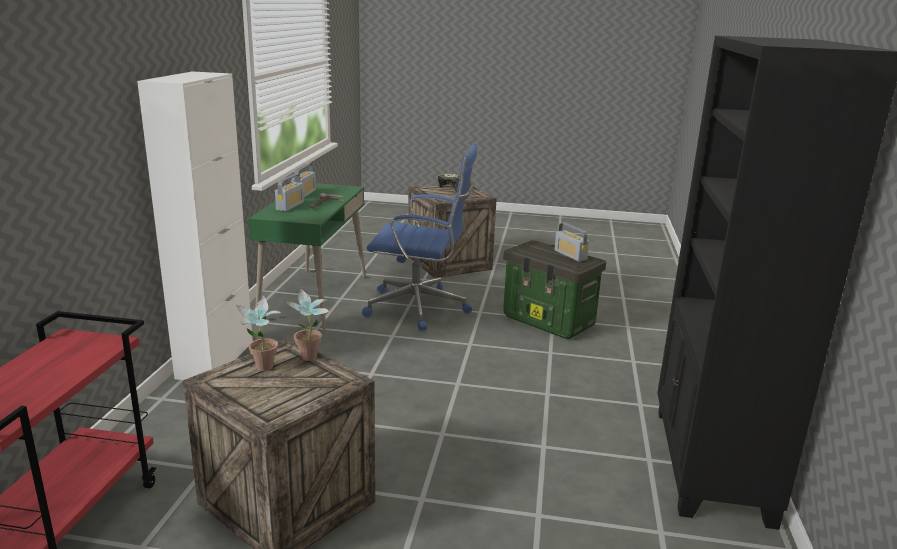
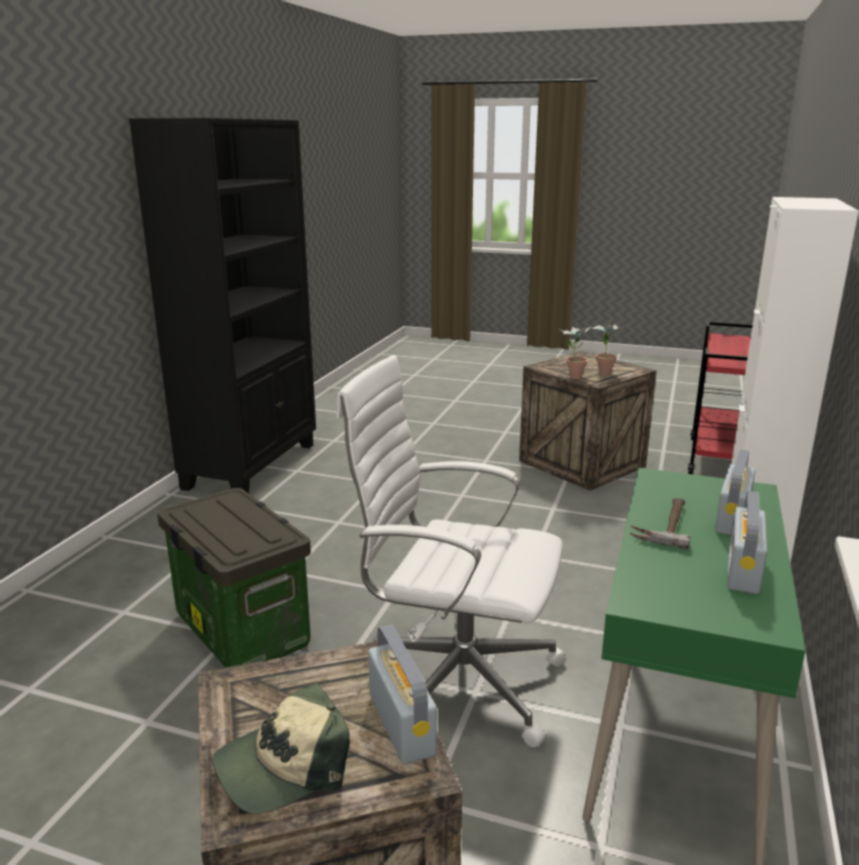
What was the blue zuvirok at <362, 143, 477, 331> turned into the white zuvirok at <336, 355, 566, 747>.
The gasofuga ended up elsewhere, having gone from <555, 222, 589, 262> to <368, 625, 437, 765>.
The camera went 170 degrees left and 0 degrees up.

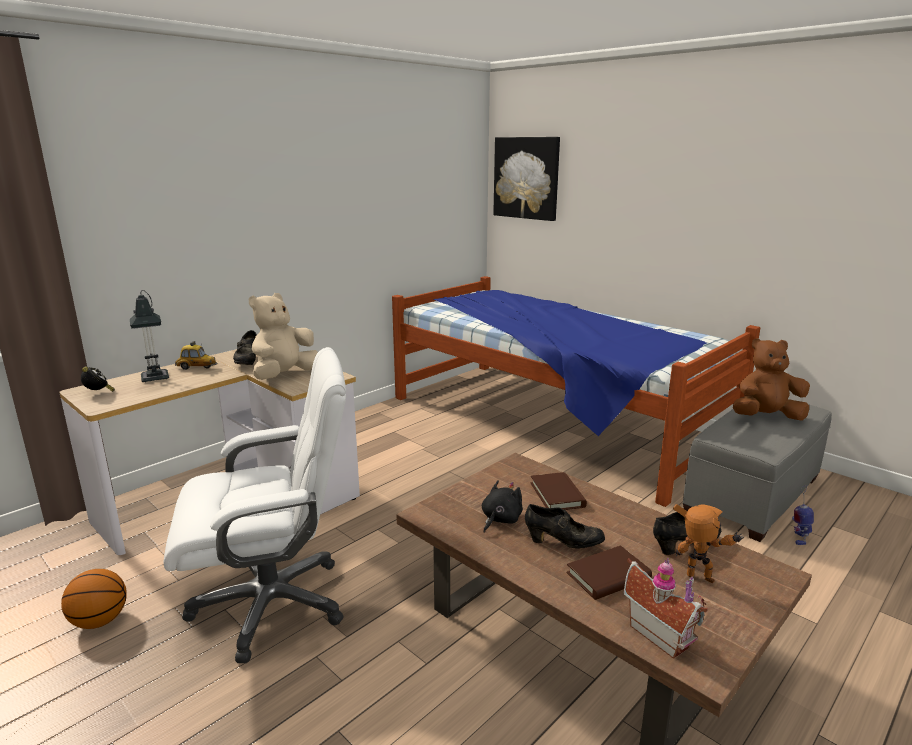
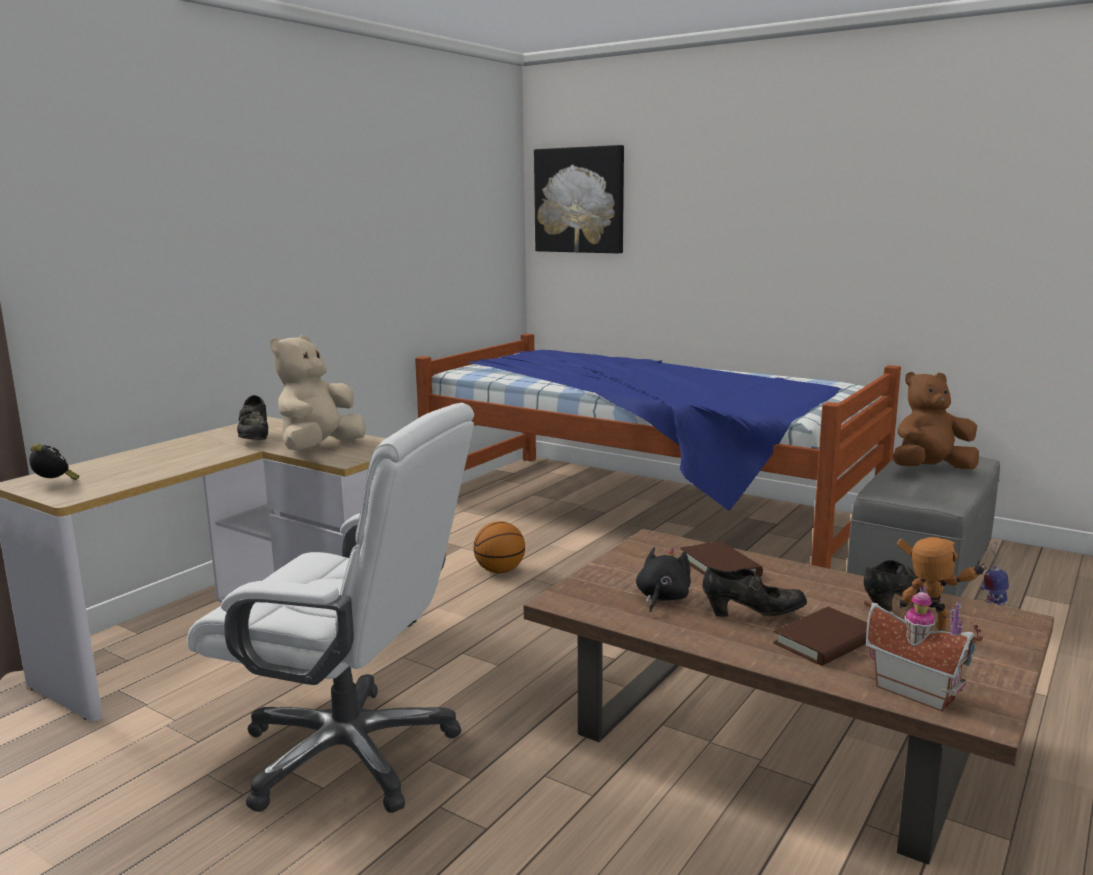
The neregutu ended up elsewhere, having gone from <61, 569, 127, 629> to <474, 521, 525, 573>.
The second view lost the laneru at <130, 290, 169, 382>.
The white zuvirok at <163, 347, 346, 663> ended up facing another way, 45 degrees clockwise from before.
The second view lost the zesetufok at <175, 341, 217, 370>.
The camera went 10 degrees left and 5 degrees down.

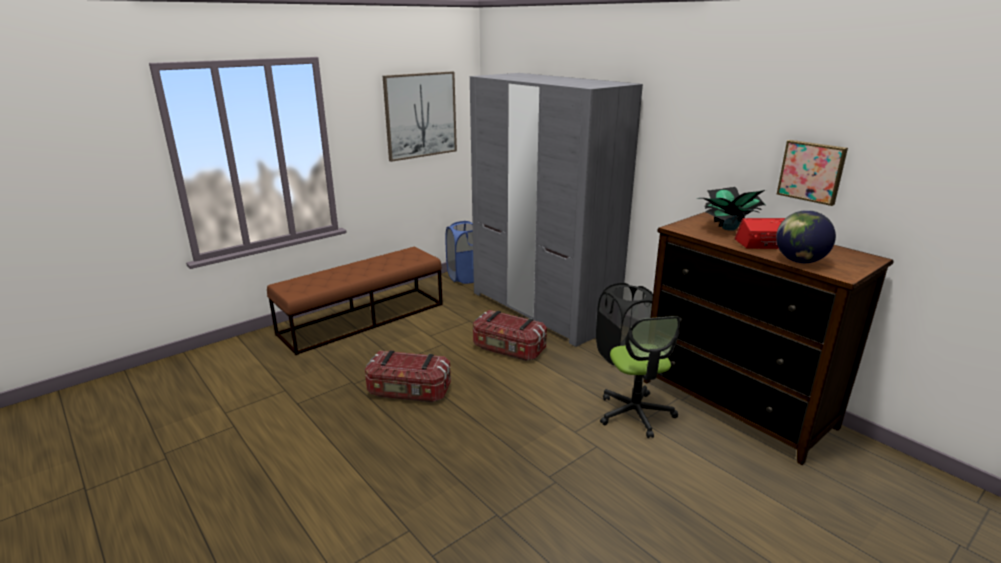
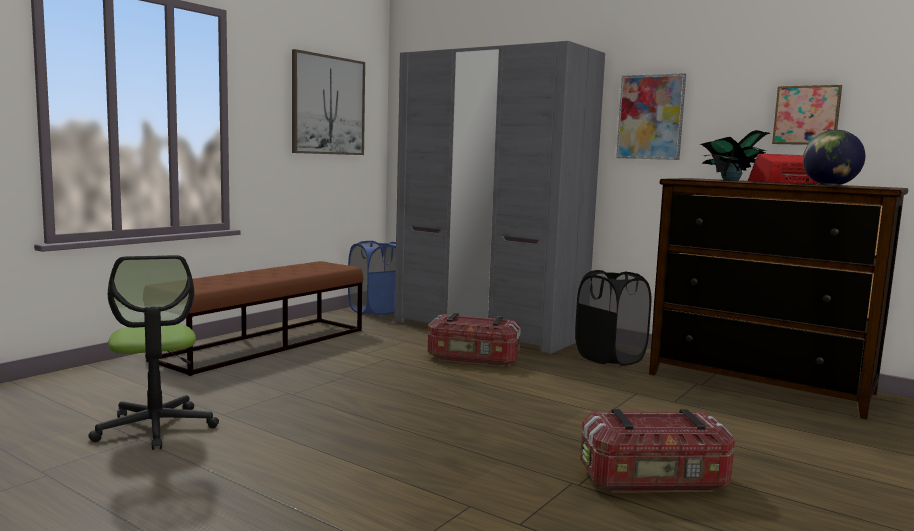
The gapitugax ended up elsewhere, having gone from <365, 350, 451, 402> to <580, 409, 735, 493>.
The zuvirok ended up elsewhere, having gone from <600, 316, 680, 438> to <88, 255, 219, 450>.
The second view gained the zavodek at <616, 73, 686, 160>.
The camera went 15 degrees left and 15 degrees down.

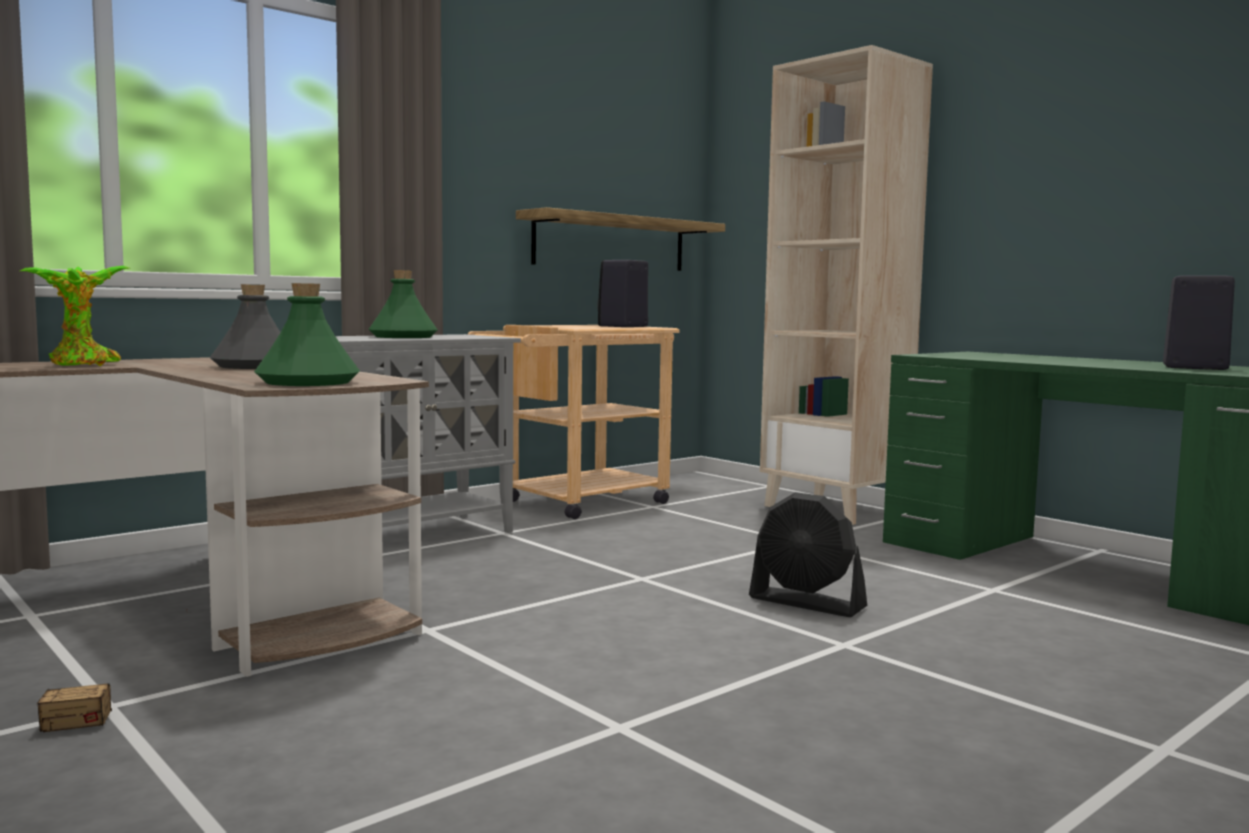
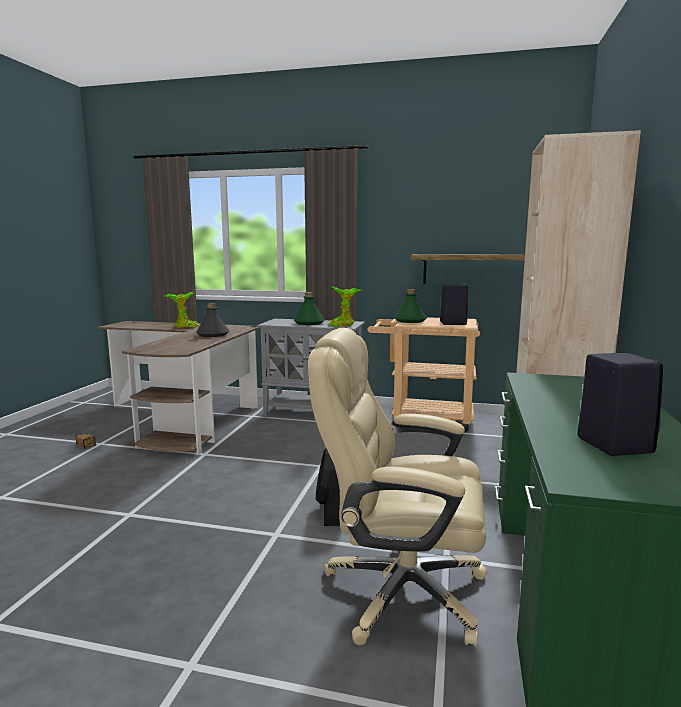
The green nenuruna ended up elsewhere, having gone from <254, 283, 360, 386> to <394, 289, 427, 323>.
The second view gained the beige zuvirok at <308, 328, 487, 646>.
The second view gained the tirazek at <329, 286, 363, 327>.
The camera went 55 degrees right and 5 degrees up.

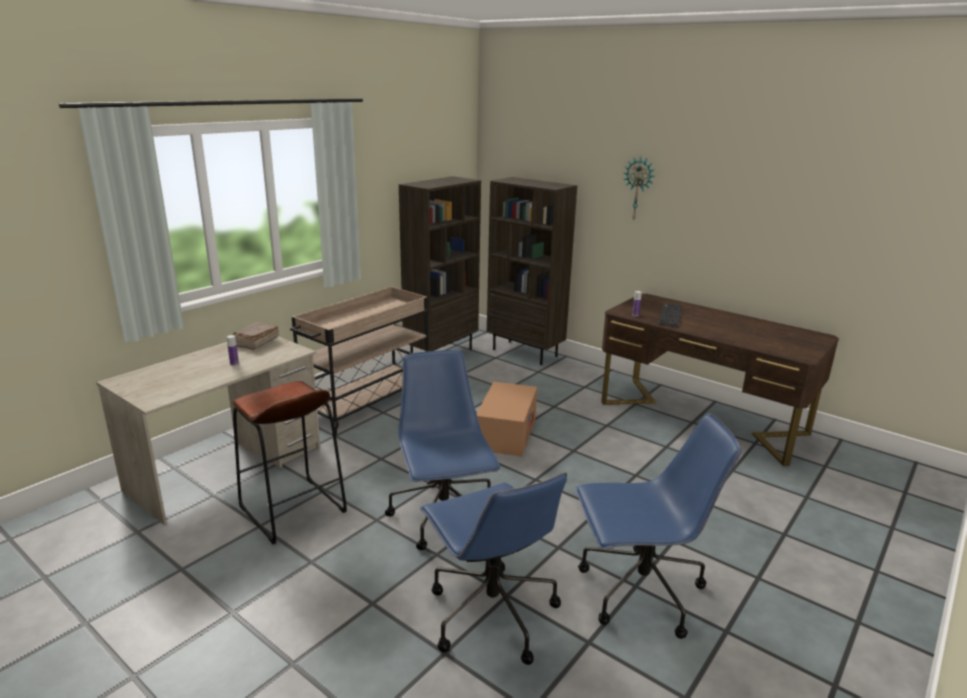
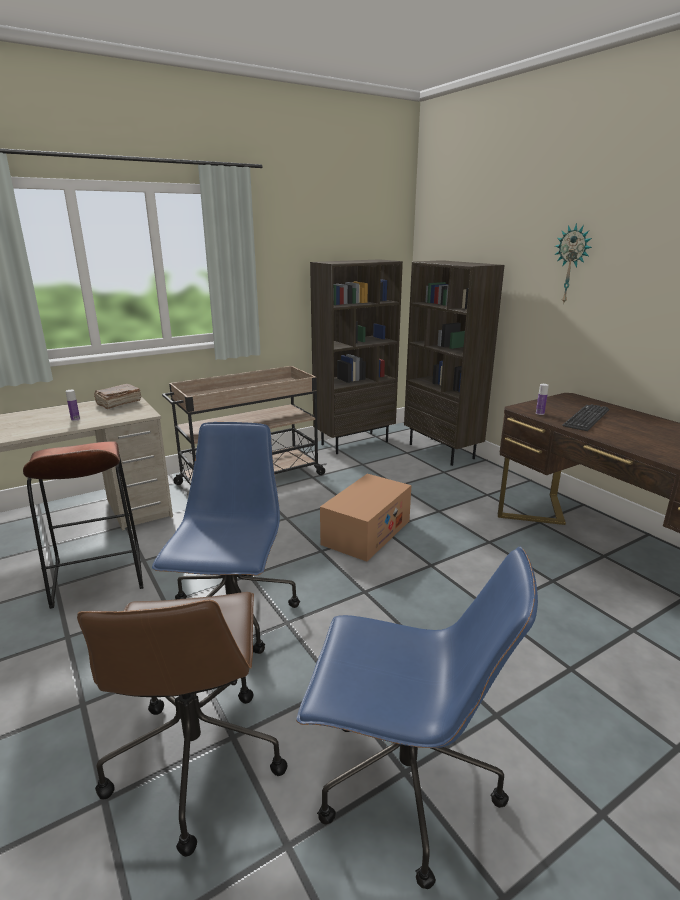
What was the blue zuvirok at <420, 472, 567, 665> turned into the brown zuvirok at <77, 592, 287, 857>.
The camera went 20 degrees right and 0 degrees up.

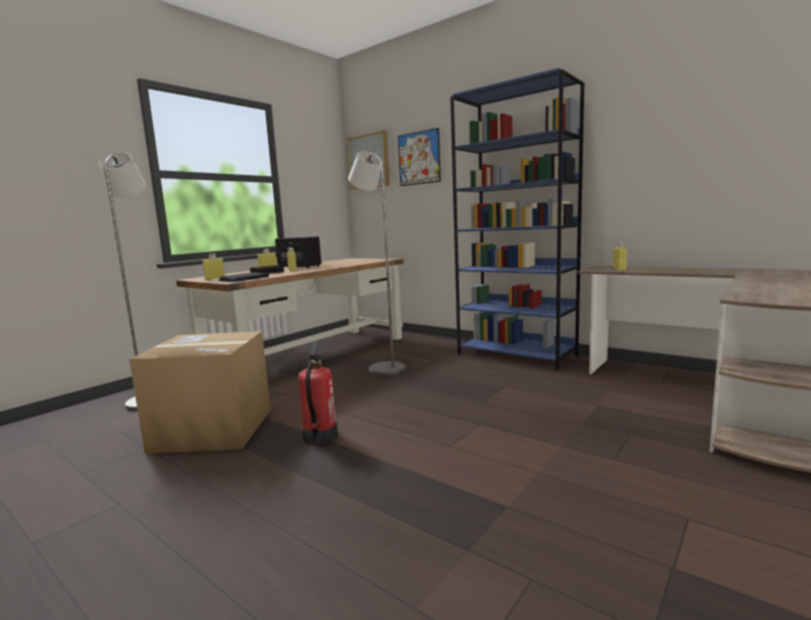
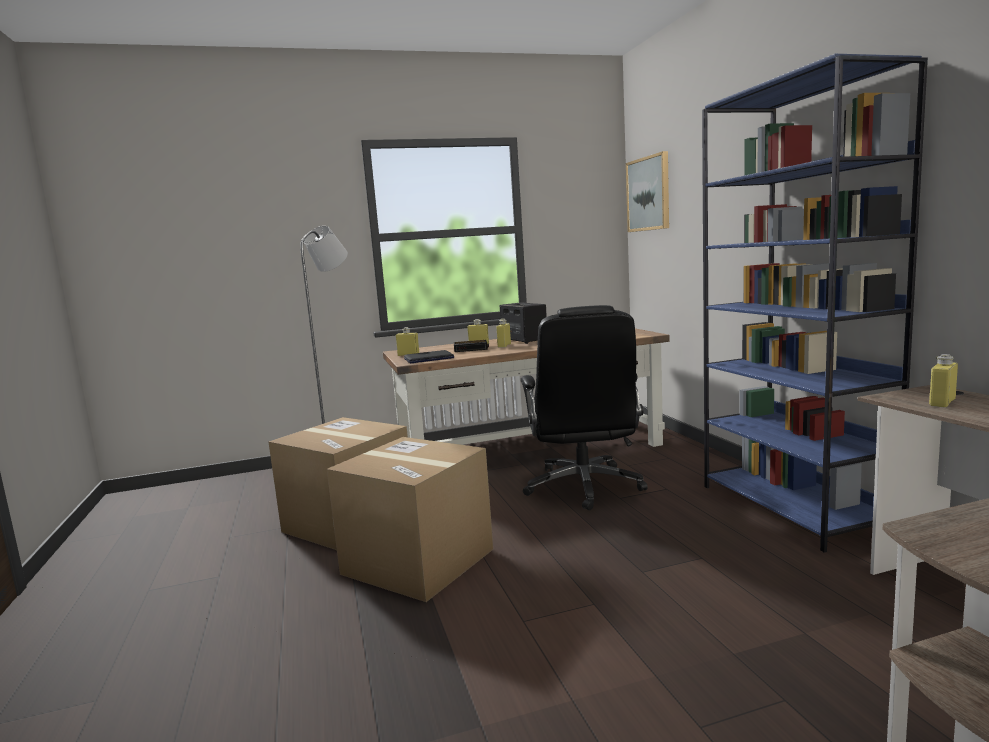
Where the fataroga stood at <298, 340, 338, 445>, the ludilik came to stand at <327, 437, 493, 602>.
Where the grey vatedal stood at <348, 151, 405, 376>, the black zuvirok came to stand at <520, 305, 648, 511>.
The second view lost the zavodek at <398, 128, 441, 186>.
The camera went 35 degrees right and 0 degrees up.

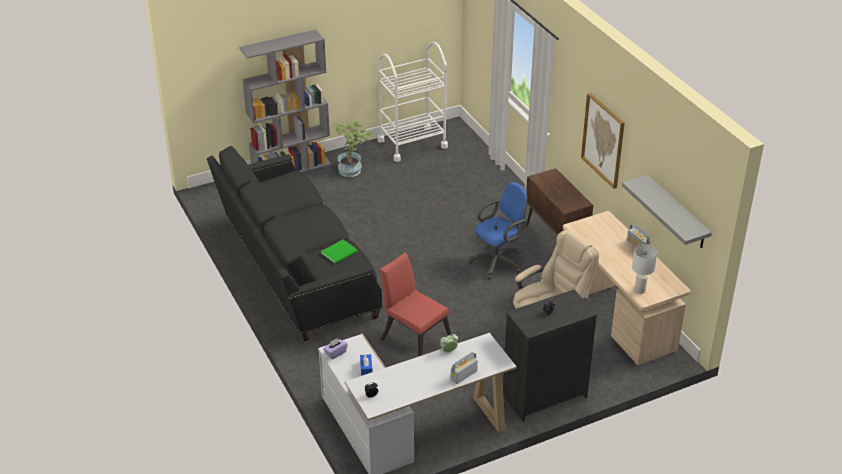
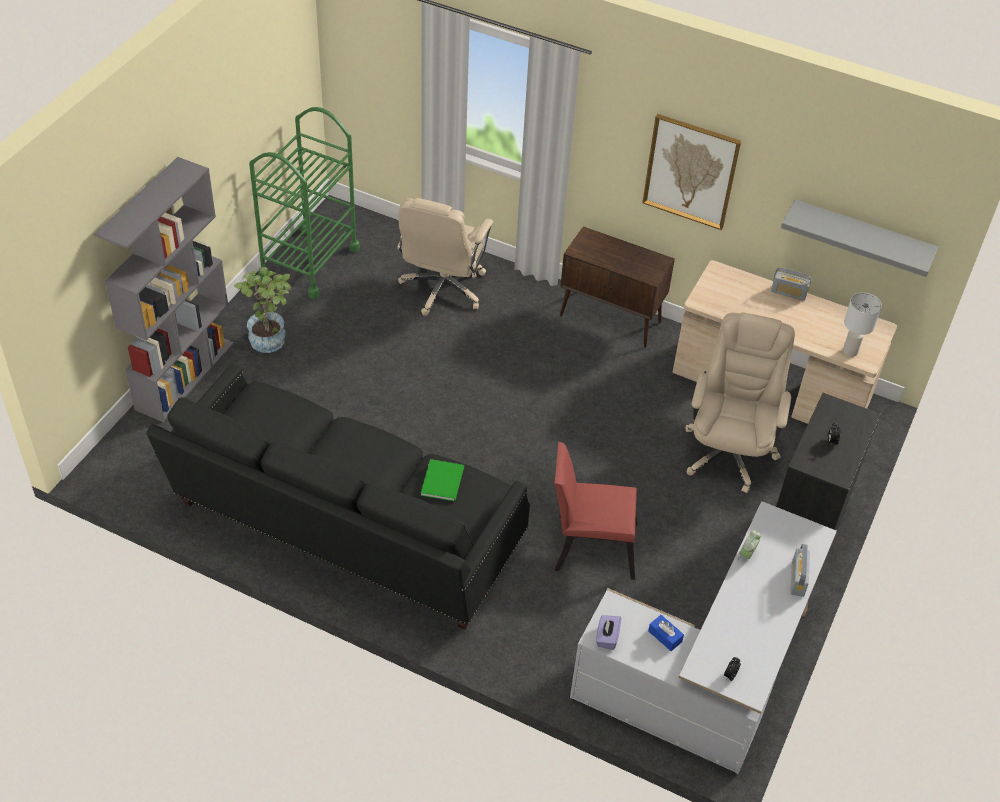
What was the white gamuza at <378, 42, 448, 162> turned into the green gamuza at <249, 107, 360, 299>.
The second view lost the blue zuvirok at <468, 182, 527, 280>.
The second view gained the beige zuvirok at <397, 198, 493, 316>.
The camera went 40 degrees left and 10 degrees up.

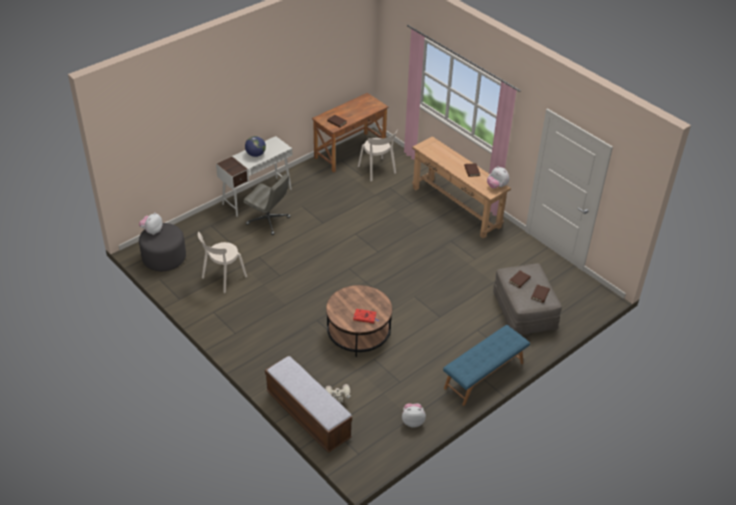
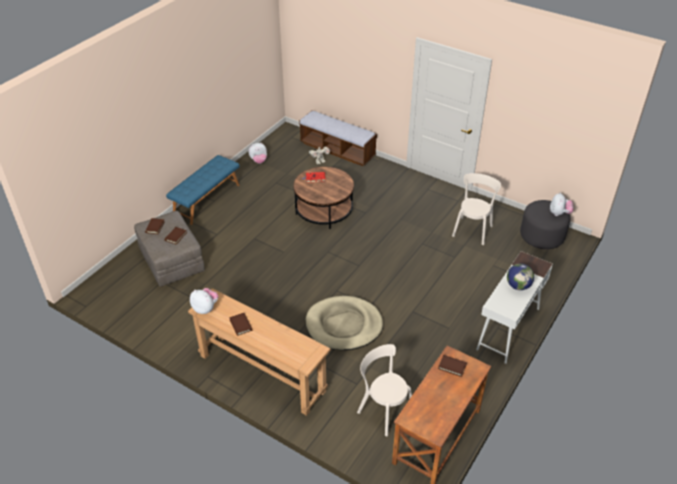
The second view lost the grey zuvirok at <244, 174, 291, 235>.
The second view gained the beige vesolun at <305, 296, 383, 350>.
The camera went 165 degrees right and 0 degrees up.

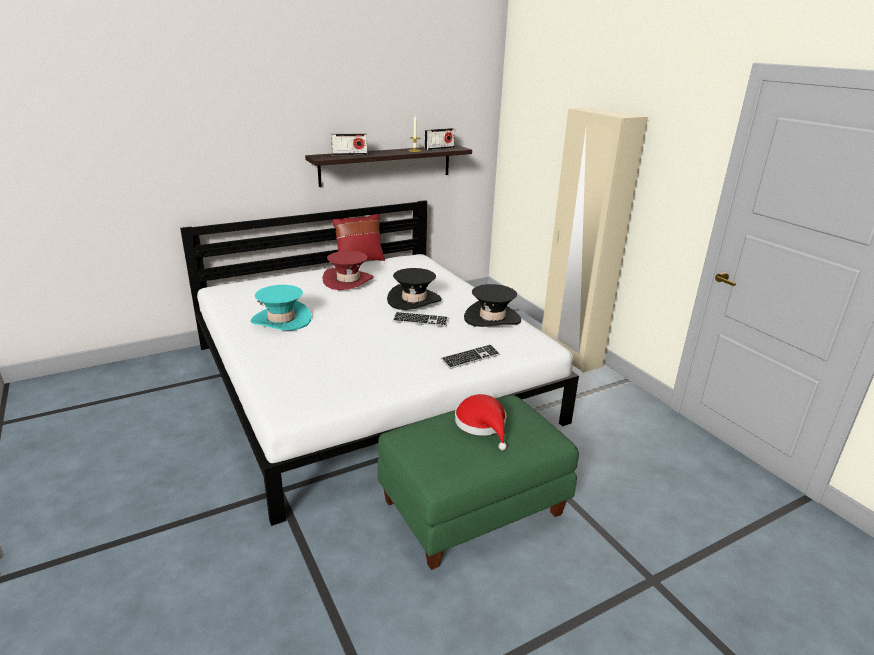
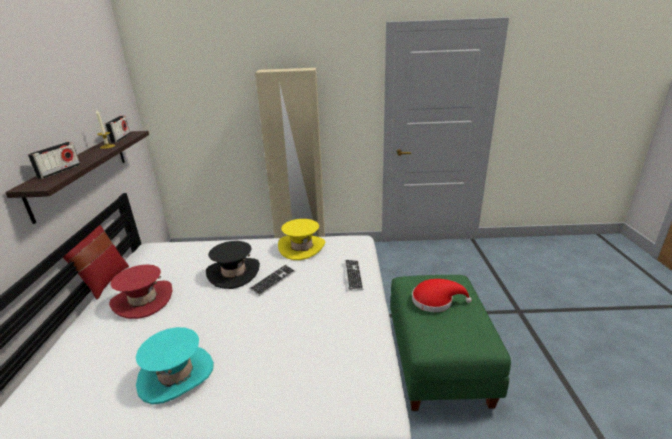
What was the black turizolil at <464, 284, 521, 327> turned into the yellow turizolil at <278, 219, 326, 260>.
The camera went 60 degrees left and 0 degrees up.

